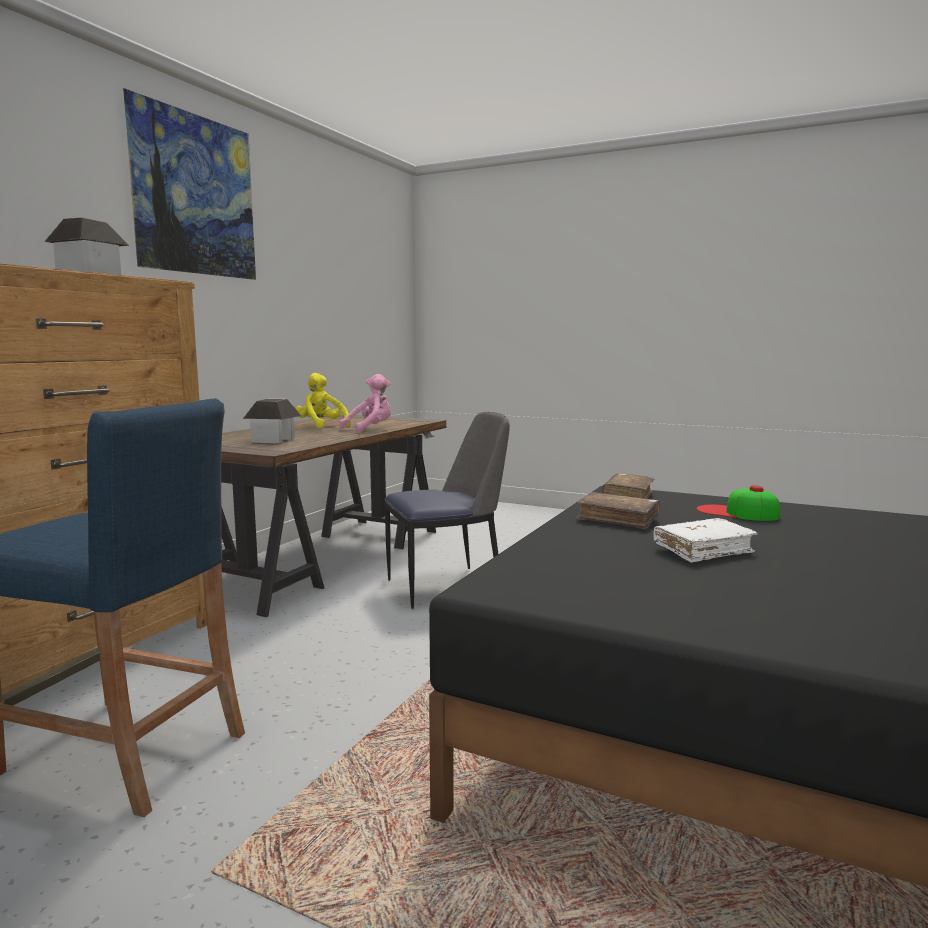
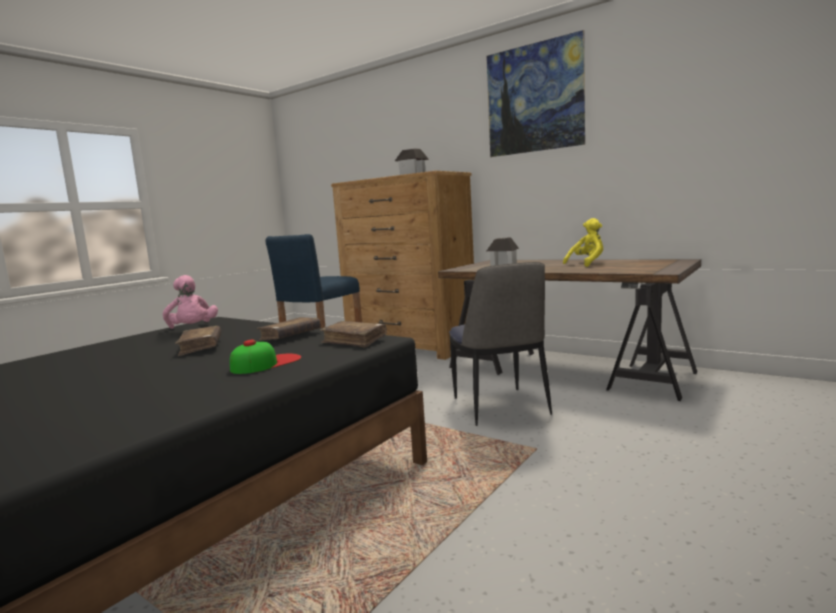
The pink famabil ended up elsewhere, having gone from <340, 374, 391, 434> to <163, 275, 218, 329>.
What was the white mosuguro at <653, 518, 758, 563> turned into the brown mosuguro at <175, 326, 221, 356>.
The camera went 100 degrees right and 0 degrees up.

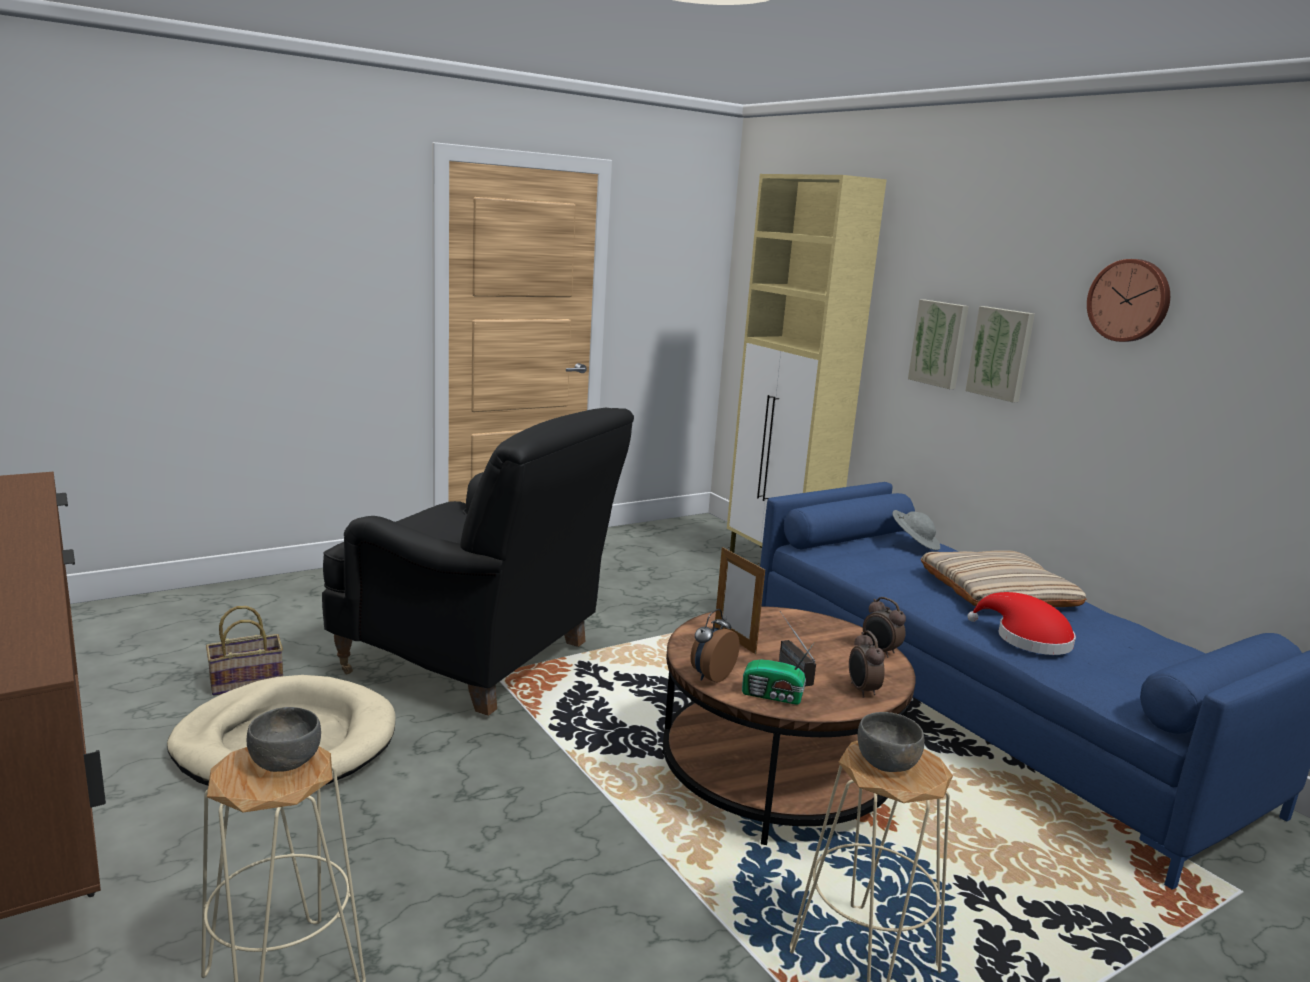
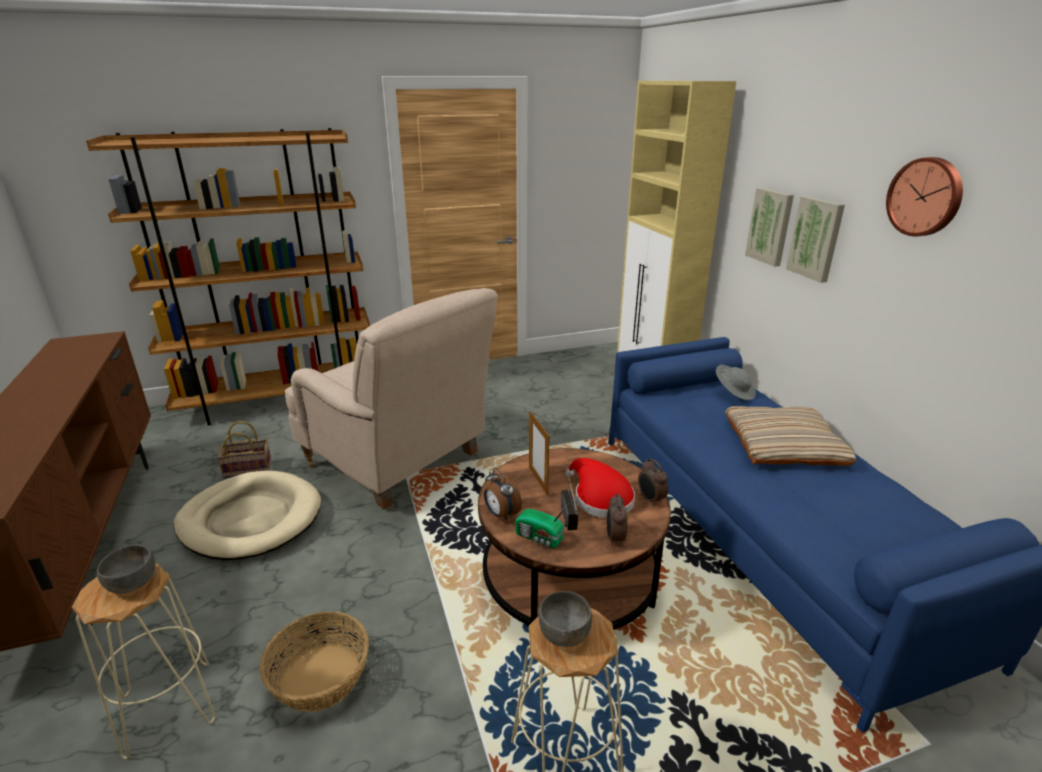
What was the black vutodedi at <322, 408, 634, 716> turned into the beige vutodedi at <285, 288, 498, 509>.
The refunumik at <691, 609, 740, 682> ended up facing another way, 90 degrees counterclockwise from before.
The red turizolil ended up elsewhere, having gone from <967, 592, 1076, 655> to <566, 458, 635, 518>.
The second view gained the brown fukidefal at <86, 128, 370, 426>.
The second view gained the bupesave at <260, 612, 369, 712>.
The camera went 15 degrees right and 10 degrees up.

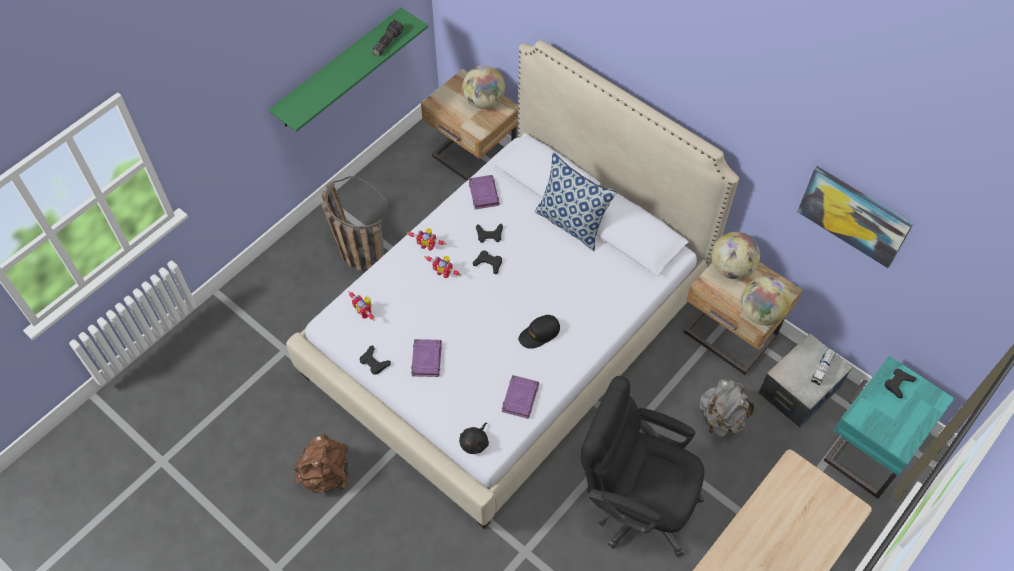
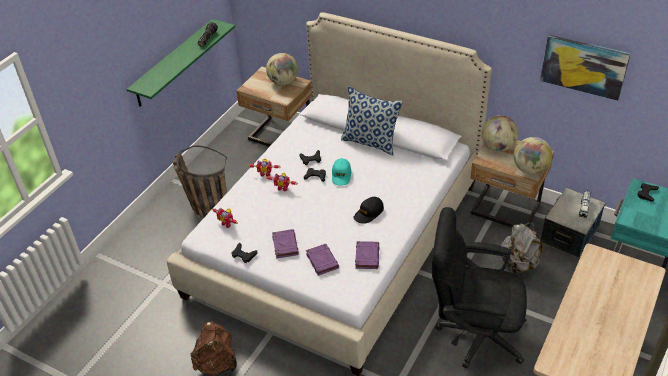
The second view lost the black famabil at <459, 422, 489, 454>.
The purple mosuguro ended up elsewhere, having gone from <469, 175, 500, 209> to <306, 244, 339, 276>.
The second view gained the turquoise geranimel at <332, 158, 351, 185>.
The camera went 10 degrees left and 15 degrees down.

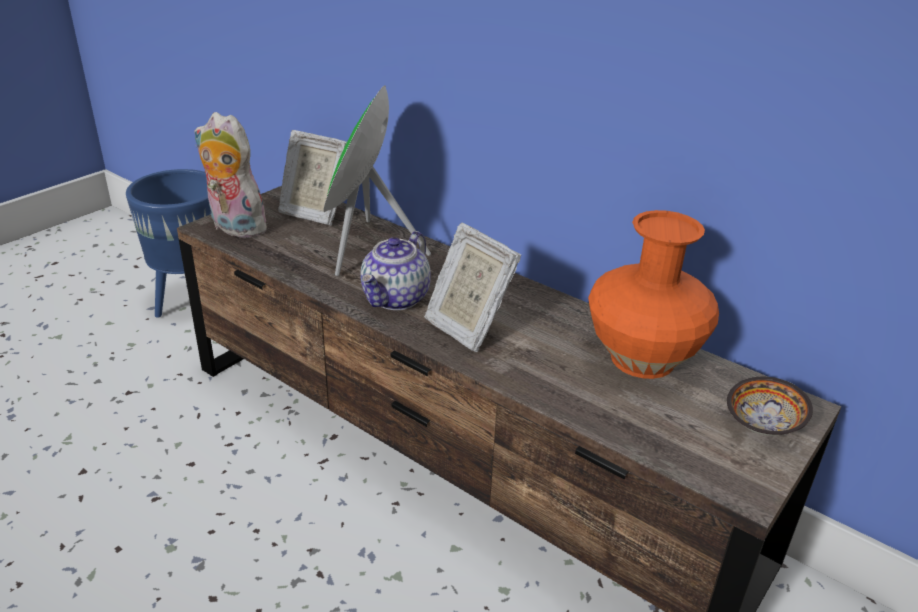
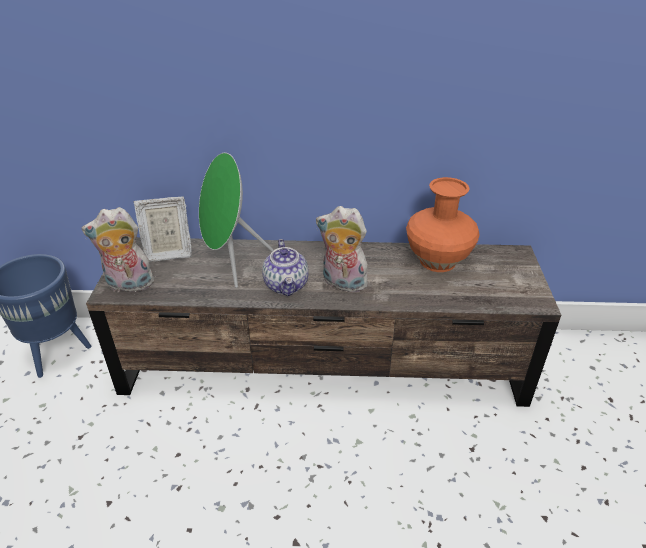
Where the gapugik stood at <424, 223, 521, 352>, the famabil came to stand at <316, 206, 371, 292>.
The second view lost the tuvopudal at <727, 377, 813, 436>.
The camera went 35 degrees left and 5 degrees up.

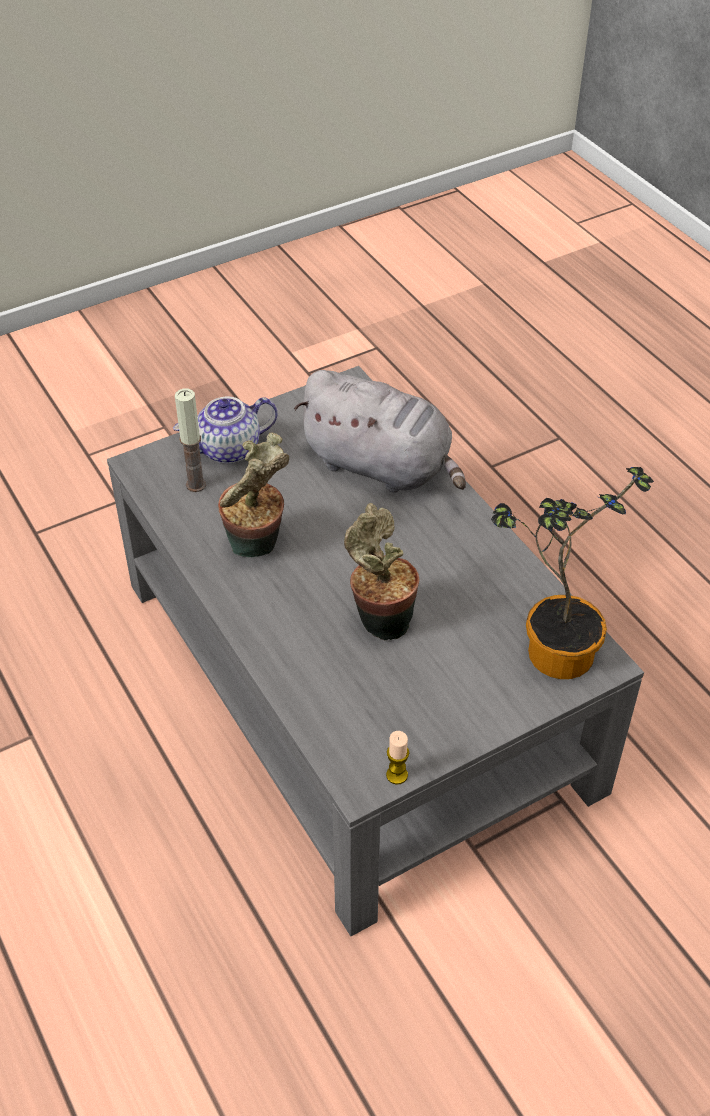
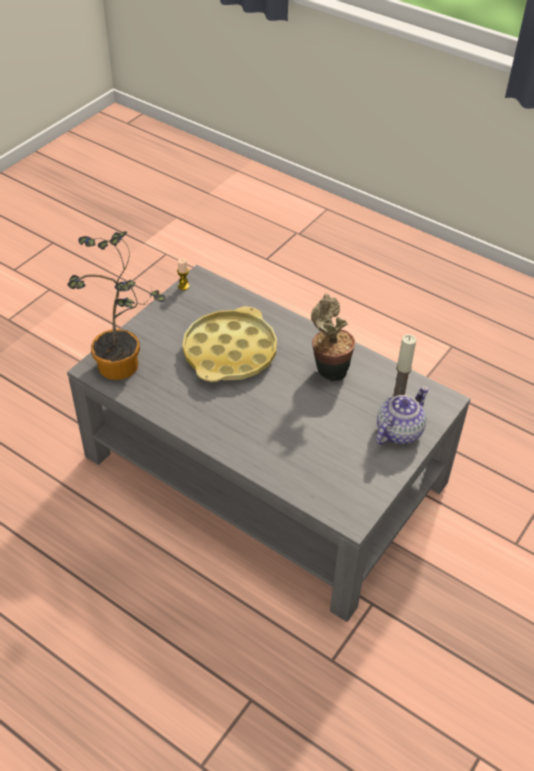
The second view lost the grey famabil at <294, 370, 466, 493>.
Where the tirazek stood at <344, 503, 419, 641>, the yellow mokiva came to stand at <183, 306, 277, 382>.
The camera went 155 degrees right and 0 degrees up.

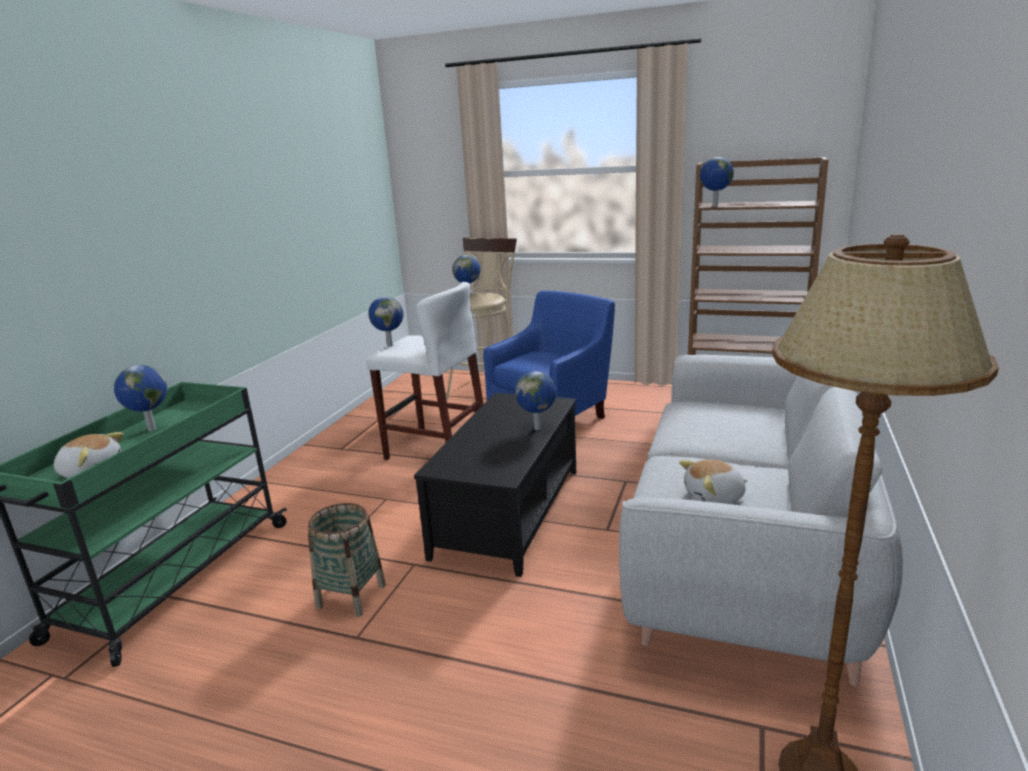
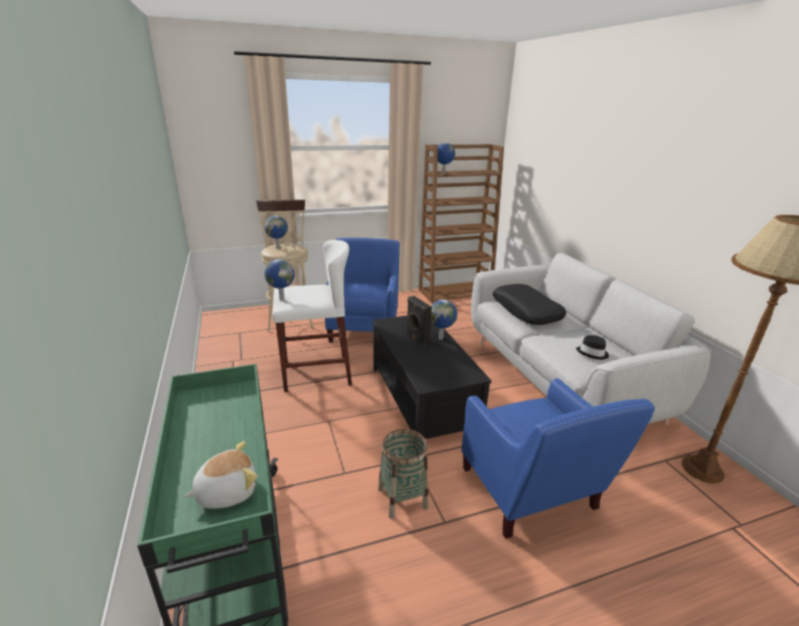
The second view lost the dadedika at <114, 365, 167, 431>.
Where the famabil stood at <679, 459, 748, 504>, the black turizolil came to stand at <576, 335, 609, 360>.
The second view gained the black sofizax at <406, 296, 432, 347>.
The second view gained the blue vutodedi at <461, 378, 655, 539>.
The second view gained the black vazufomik at <493, 284, 566, 325>.
The camera went 40 degrees left and 5 degrees up.

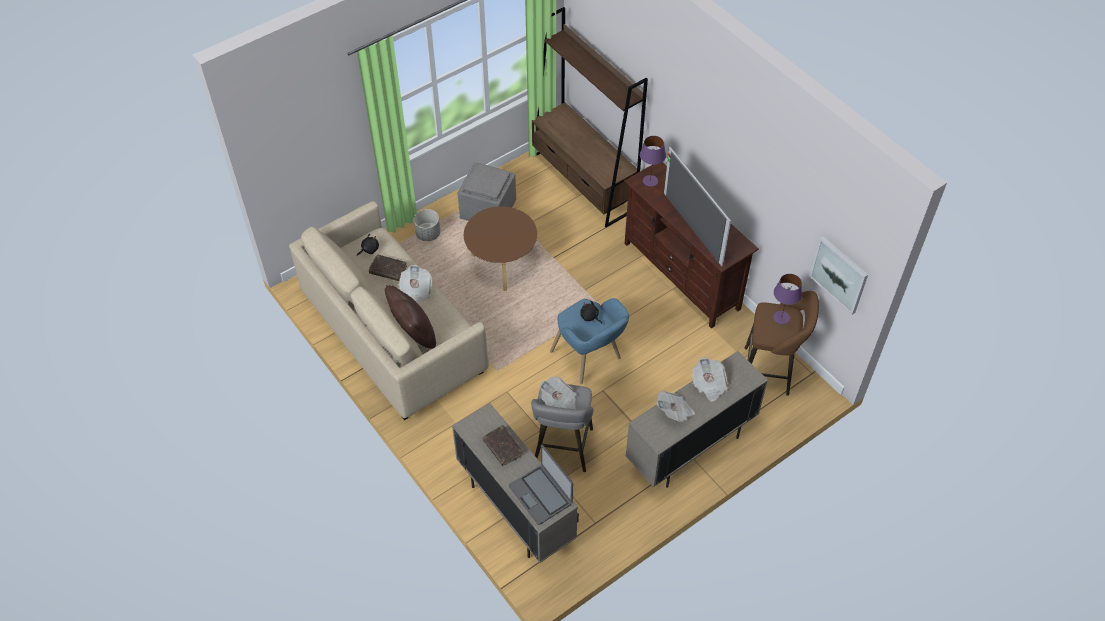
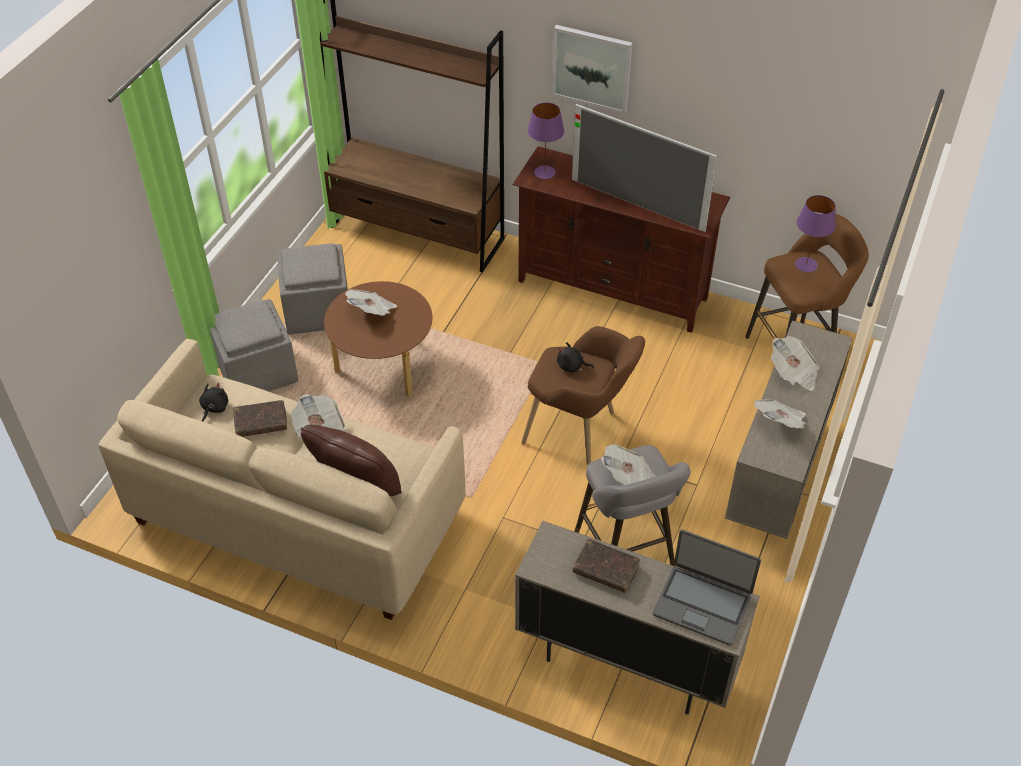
Where the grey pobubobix stood at <414, 209, 441, 241>, the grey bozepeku came to stand at <210, 299, 298, 392>.
What was the blue vutodedi at <550, 298, 629, 384> turned into the brown vutodedi at <521, 326, 645, 465>.
The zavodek ended up elsewhere, having gone from <809, 236, 868, 315> to <552, 25, 633, 114>.
The second view gained the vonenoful at <345, 289, 397, 316>.
The camera went 30 degrees left and 5 degrees down.

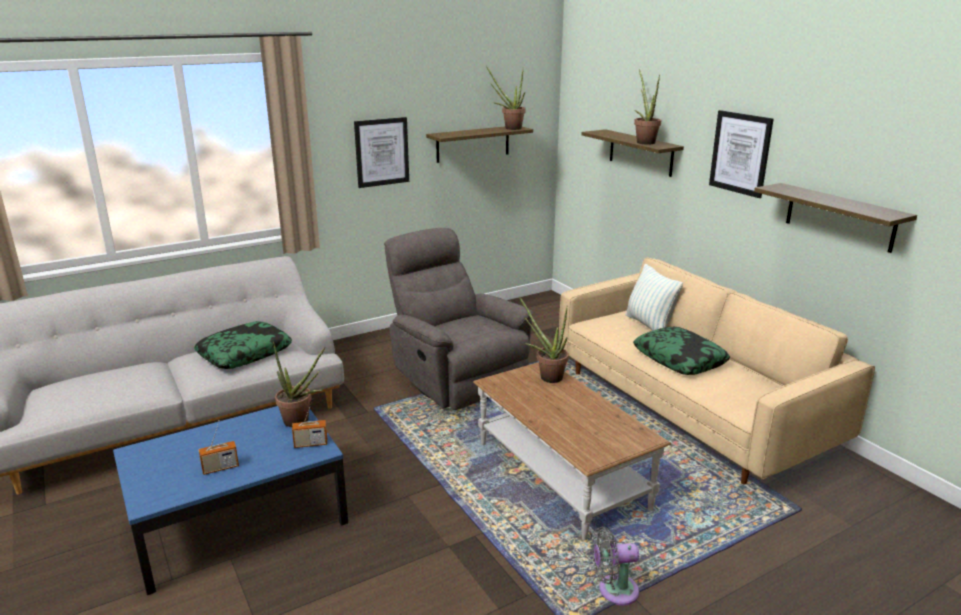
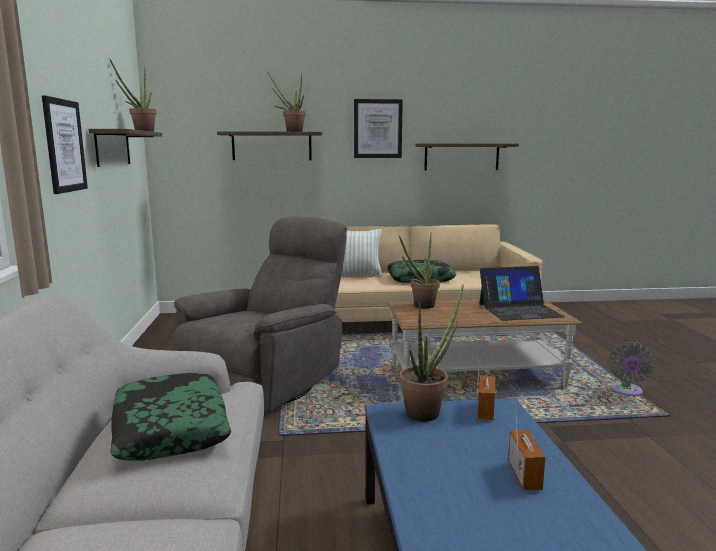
The grey vutodedi at <384, 228, 533, 410> ended up facing another way, 135 degrees clockwise from before.
The second view gained the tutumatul at <480, 266, 565, 321>.
The camera went 65 degrees left and 10 degrees down.

